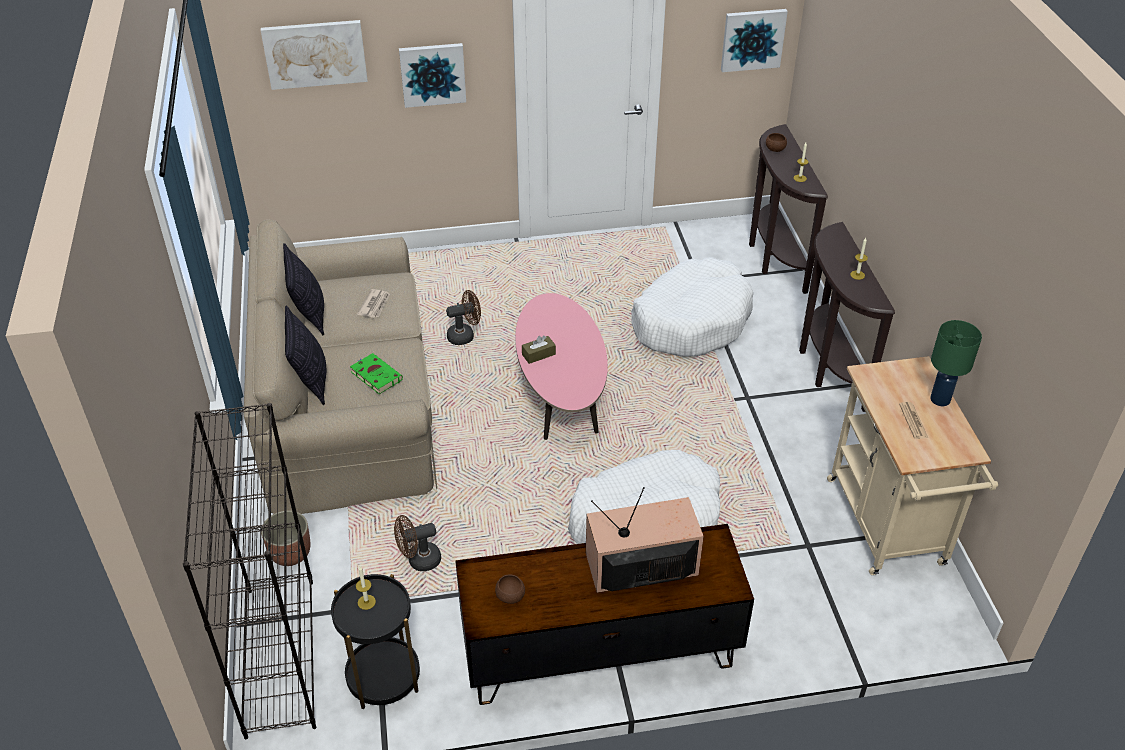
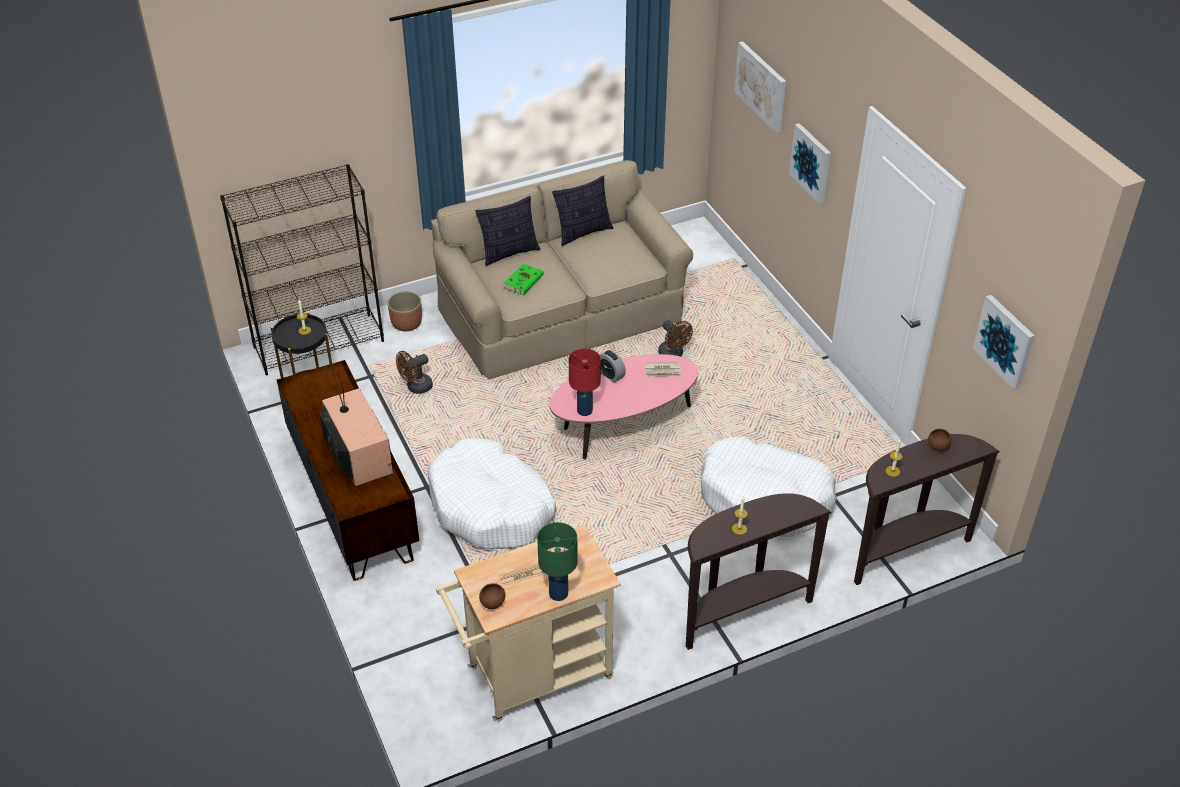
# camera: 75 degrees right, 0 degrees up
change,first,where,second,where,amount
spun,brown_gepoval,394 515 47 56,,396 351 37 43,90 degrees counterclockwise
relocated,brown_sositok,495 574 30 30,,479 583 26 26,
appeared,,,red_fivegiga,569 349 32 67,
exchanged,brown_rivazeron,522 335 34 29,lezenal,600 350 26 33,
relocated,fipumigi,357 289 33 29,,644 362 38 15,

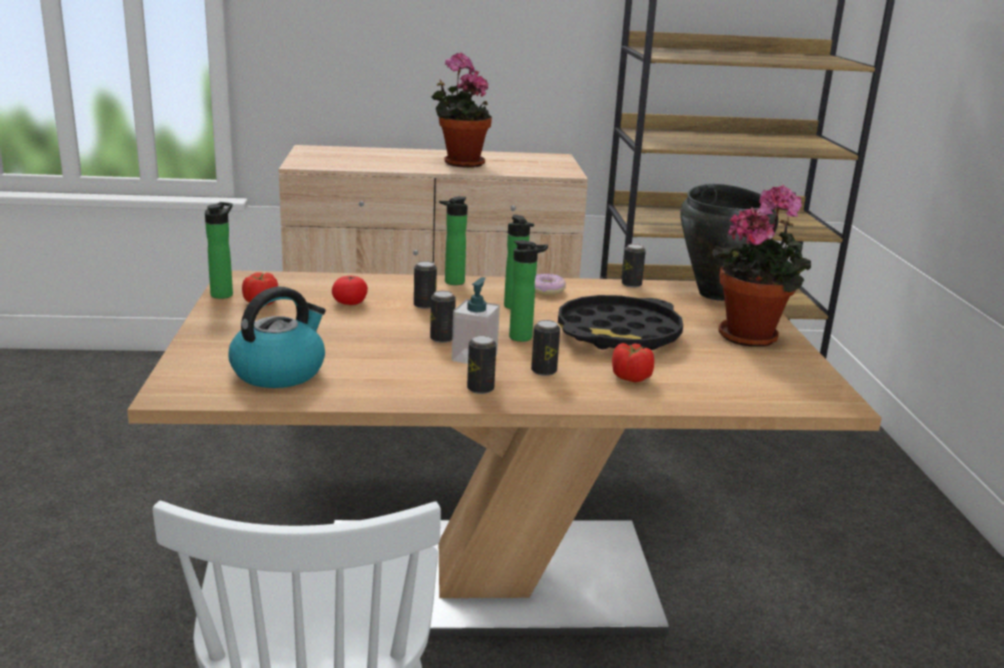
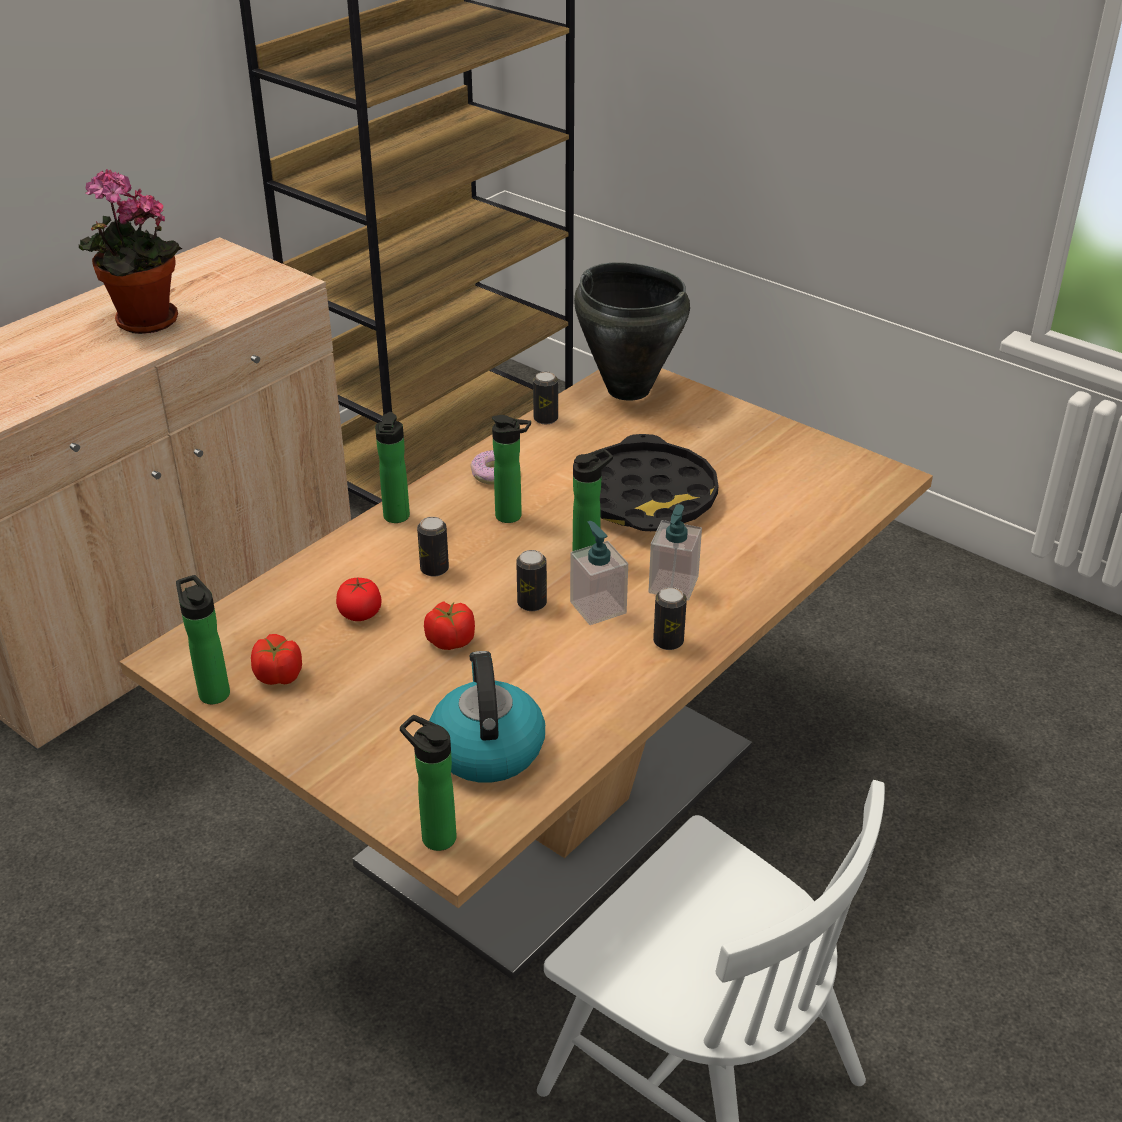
# camera: 45 degrees left, 15 degrees up
change,first,where,second,where,amount
appeared,,,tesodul,400 715 57 136,
relocated,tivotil,612 343 42 39,,424 601 51 49,
exchanged,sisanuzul,531 320 29 56,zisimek,648 504 54 97,
missing,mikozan,712 185 99 162,,,

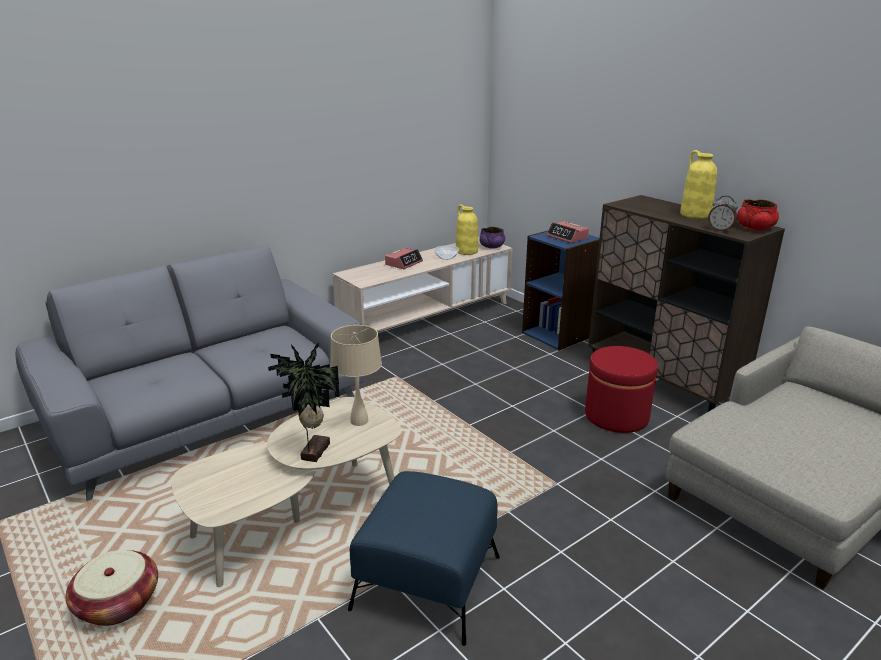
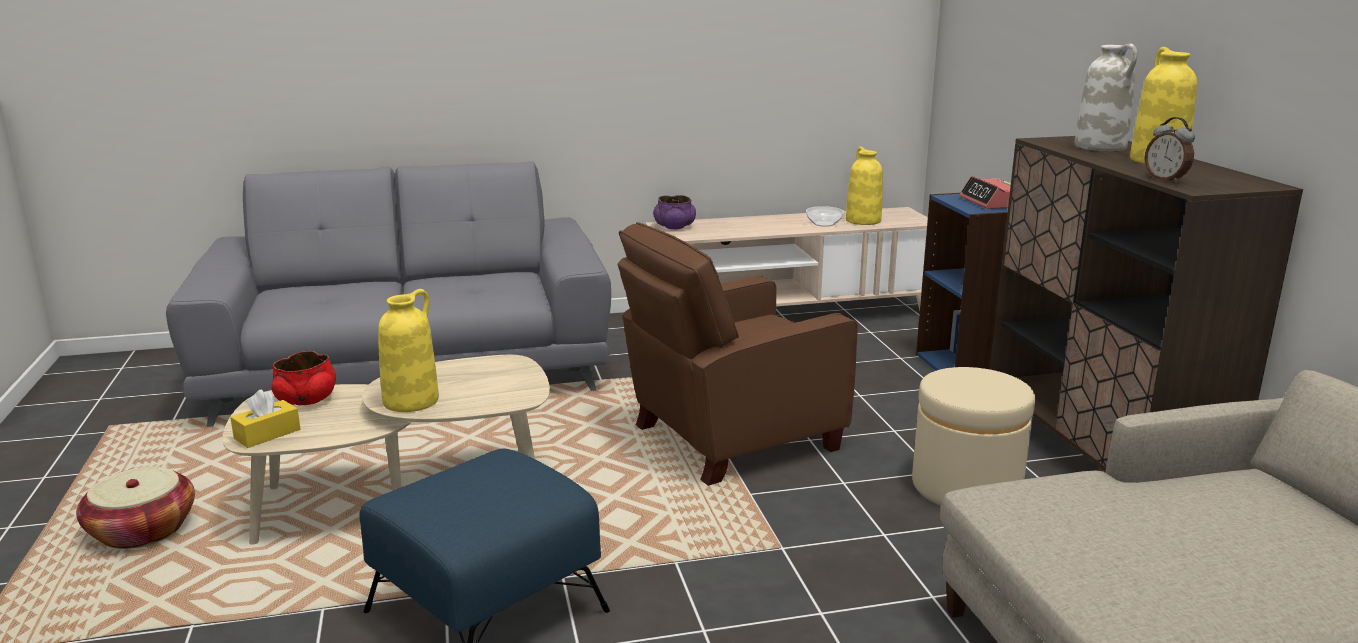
# camera: 25 degrees right, 5 degrees down
change,first,where,second,where,amount
appeared,,,yellow_rivazeron,230 389 70 59,
relocated,red_sositok,737 199 42 32,,271 351 65 54,
exchanged,mikozan,268 342 71 120,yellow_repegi,378 289 61 123,
appeared,,,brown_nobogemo,617 222 241 264,
relocated,purple_sositok,479 227 26 22,,653 195 43 34,
colour,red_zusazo,585 346 73 87,beige_zusazo,912 367 123 139,
appeared,,,white_repegi,1075 43 63 108,
missing,beige_fivegiga,330 325 52 101,,,
missing,lezenal,385 248 38 21,,,

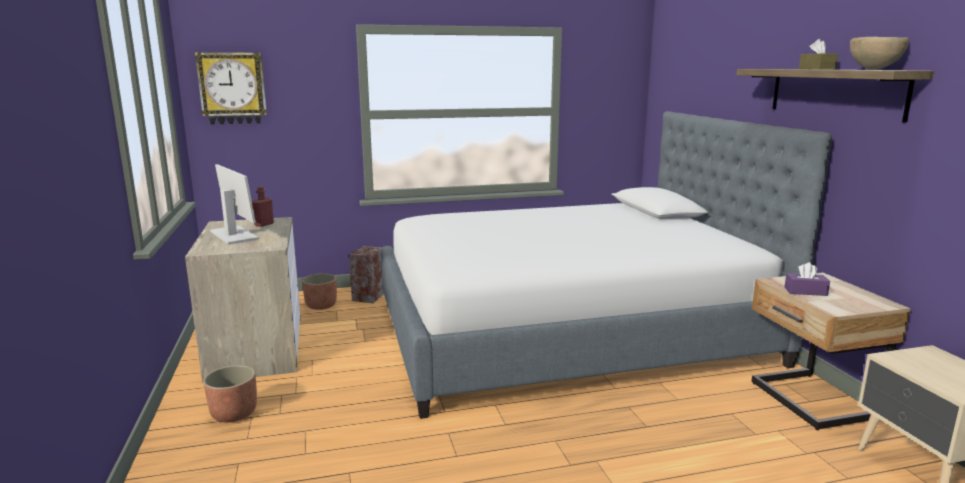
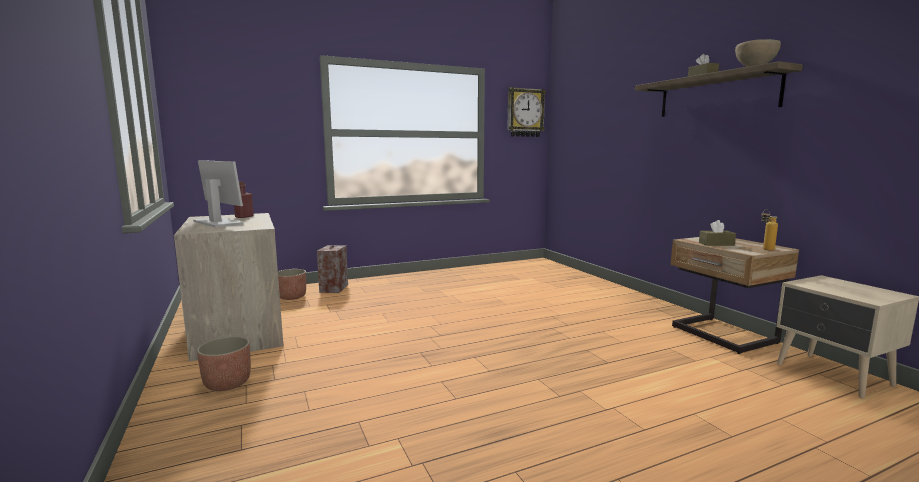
# camera: 10 degrees left, 5 degrees down
change,first,where,second,where,amount
relocated,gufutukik,195 52 72 72,,507 87 39 50,
colour,purple_rivazeron,784 262 46 34,brown_rivazeron,699 220 37 26,
appeared,,,tesodul,761 209 17 42,
missing,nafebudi,381 111 451 308,,,

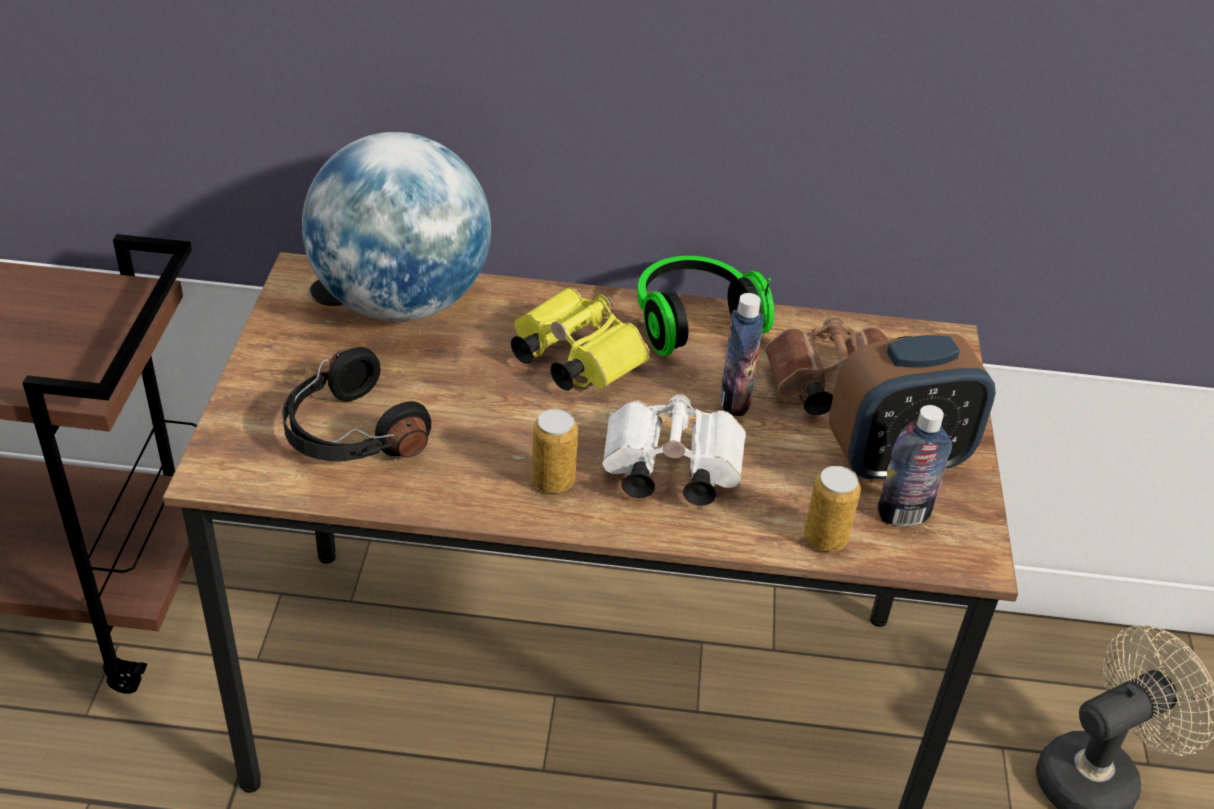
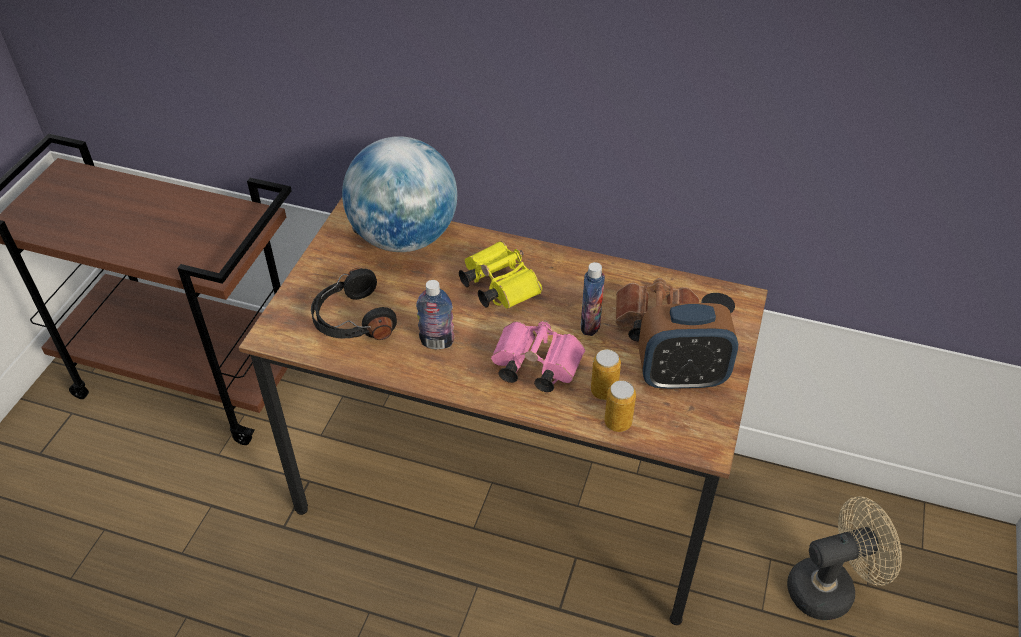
# camera: 15 degrees right, 5 degrees up
change,first,where,second,where,amount
relocated,tesodul,877 405 75 121,,416 280 39 69,
colour,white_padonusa,602 393 144 112,pink_padonusa,491 320 94 72,
relocated,sisanuzul,532 409 46 84,,591 349 30 51,
missing,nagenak,637 256 137 100,,,

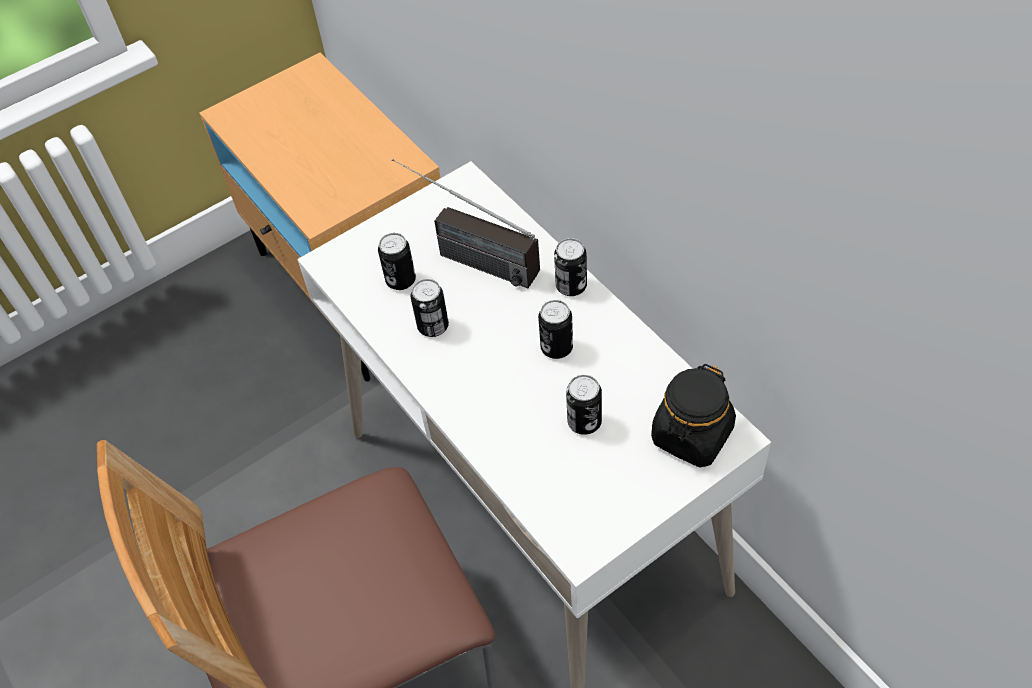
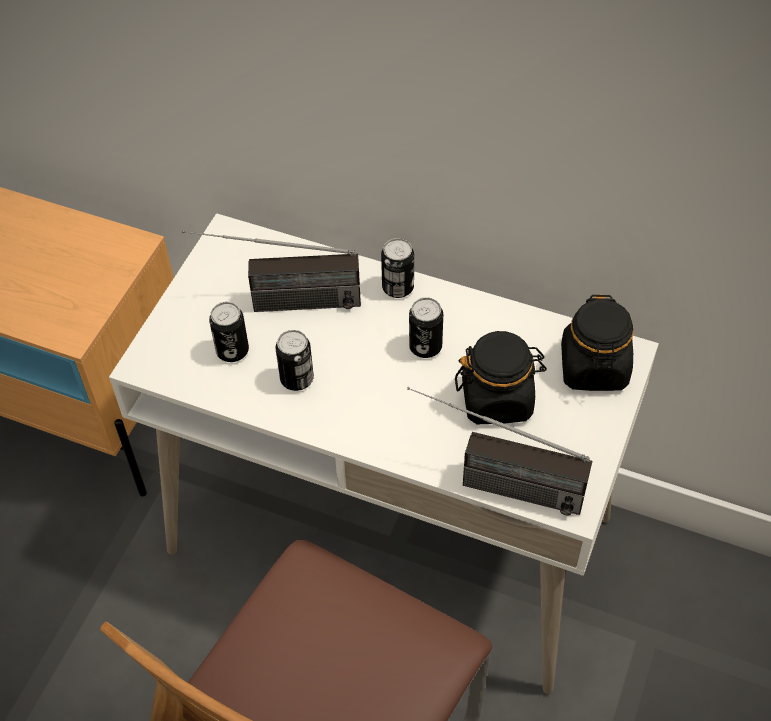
# camera: 35 degrees left, 0 degrees up
change,first,where,second,where,amount
appeared,,,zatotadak,407 387 185 129,
exchanged,sisanuzul,566 375 36 60,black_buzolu,455 331 92 93,

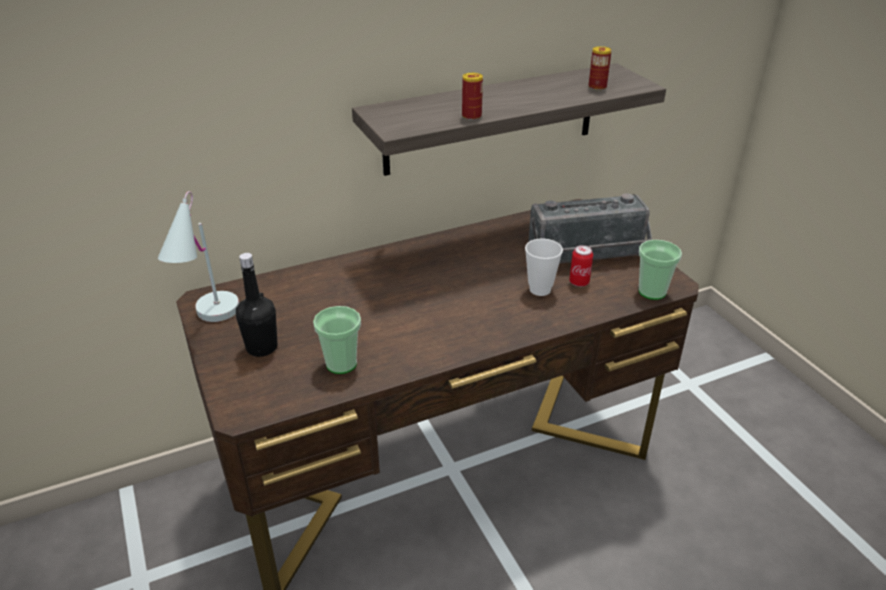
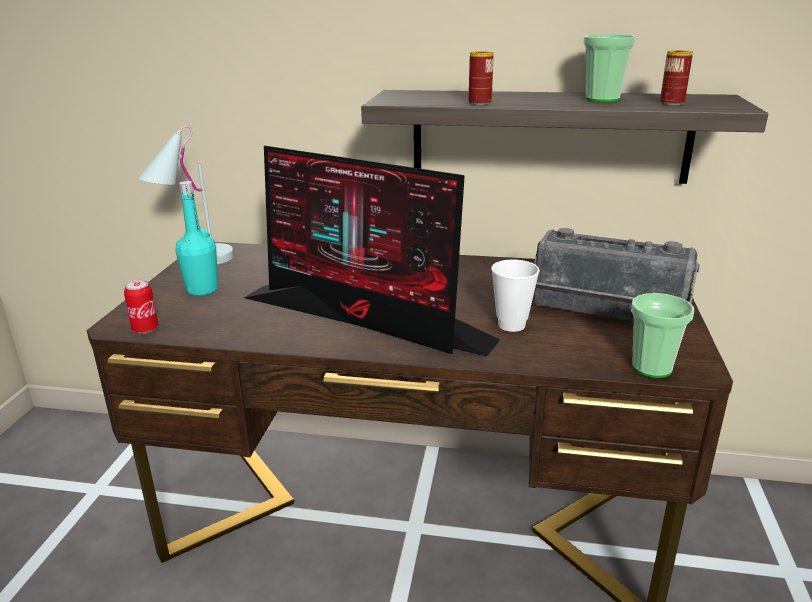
# camera: 35 degrees right, 10 degrees down
change,first,where,second,where,amount
relocated,sisanuzul,569 245 24 42,,124 280 34 54,
colour,black_tesodul,236 253 42 104,turquoise_tesodul,175 181 43 115,
appeared,,,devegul,244 146 256 211,
relocated,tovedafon,313 306 48 68,,584 34 52 68,

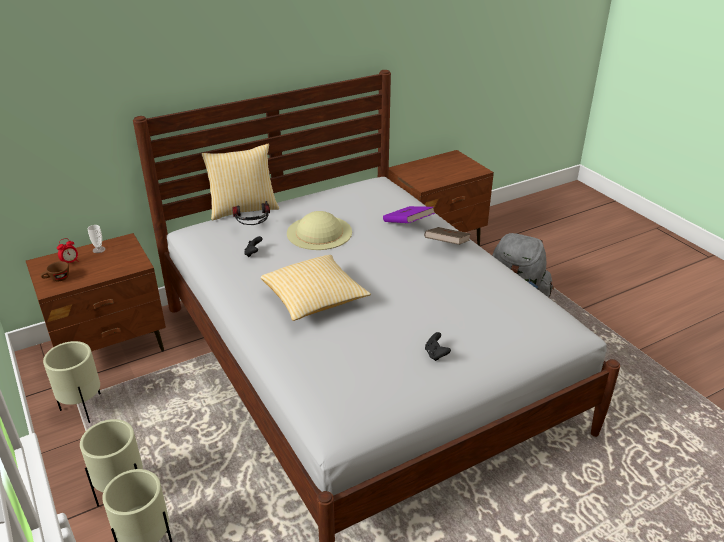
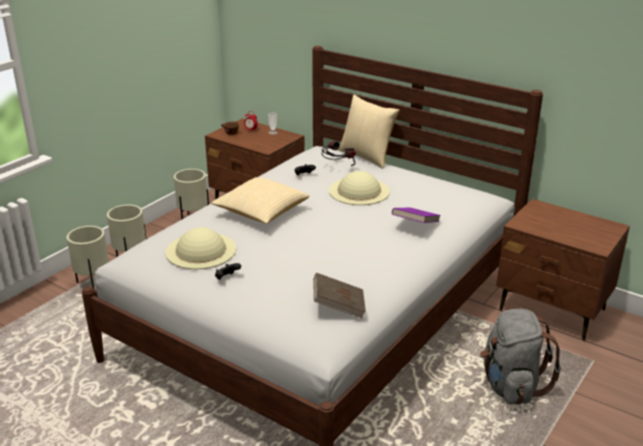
# camera: 65 degrees right, 5 degrees down
change,first,where,second,where,amount
appeared,,,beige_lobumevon,165 227 71 42,
relocated,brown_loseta,424 227 46 18,,313 273 53 45,

